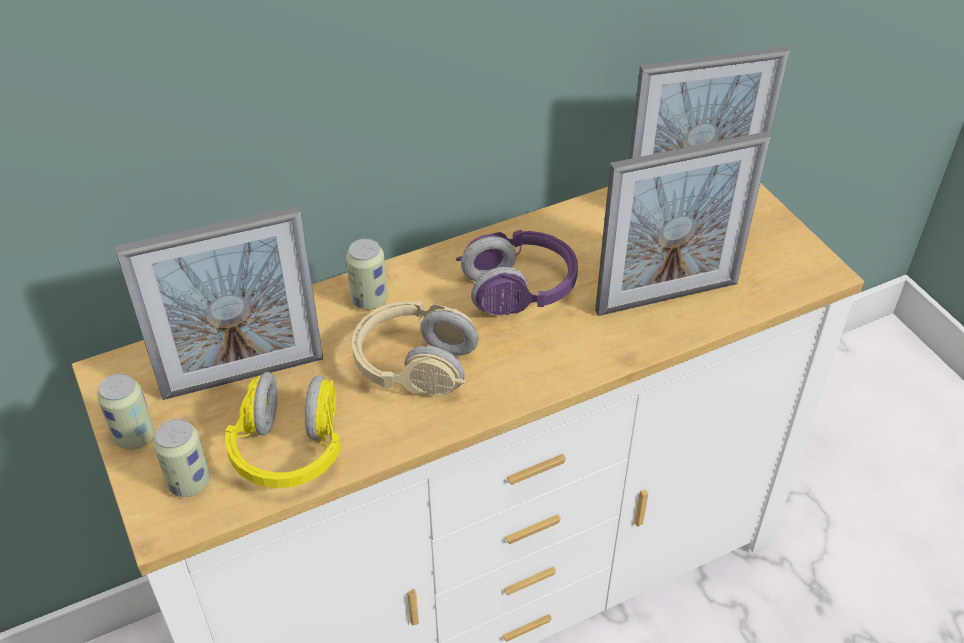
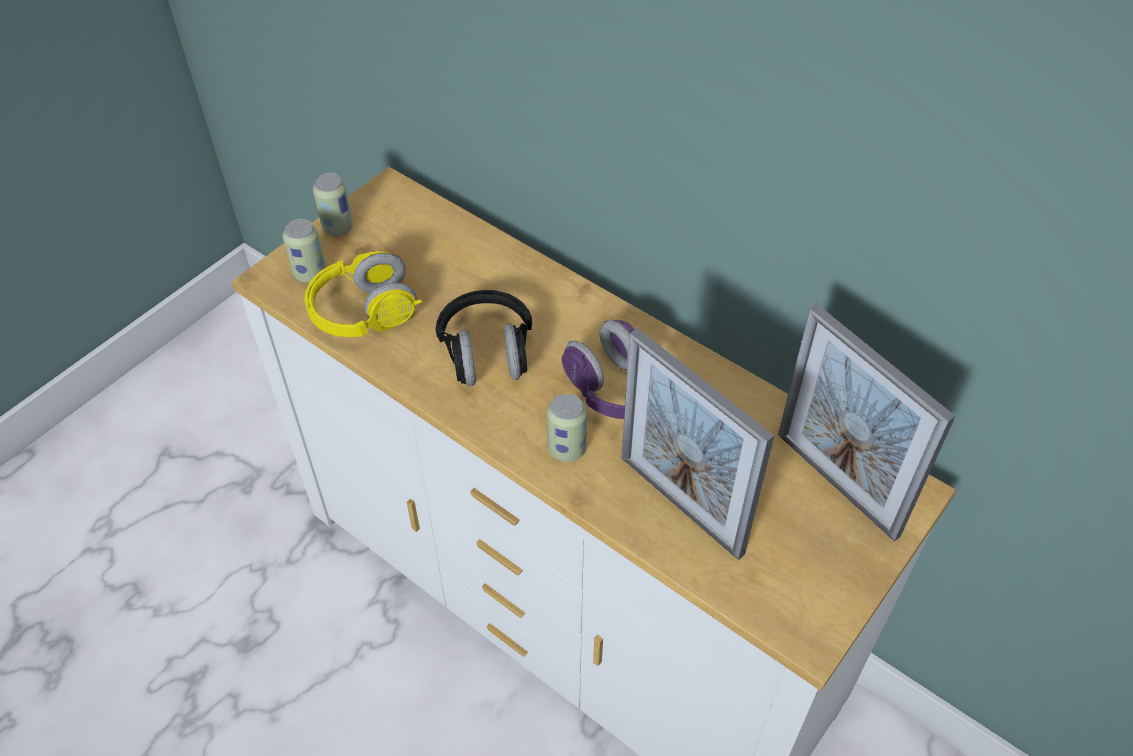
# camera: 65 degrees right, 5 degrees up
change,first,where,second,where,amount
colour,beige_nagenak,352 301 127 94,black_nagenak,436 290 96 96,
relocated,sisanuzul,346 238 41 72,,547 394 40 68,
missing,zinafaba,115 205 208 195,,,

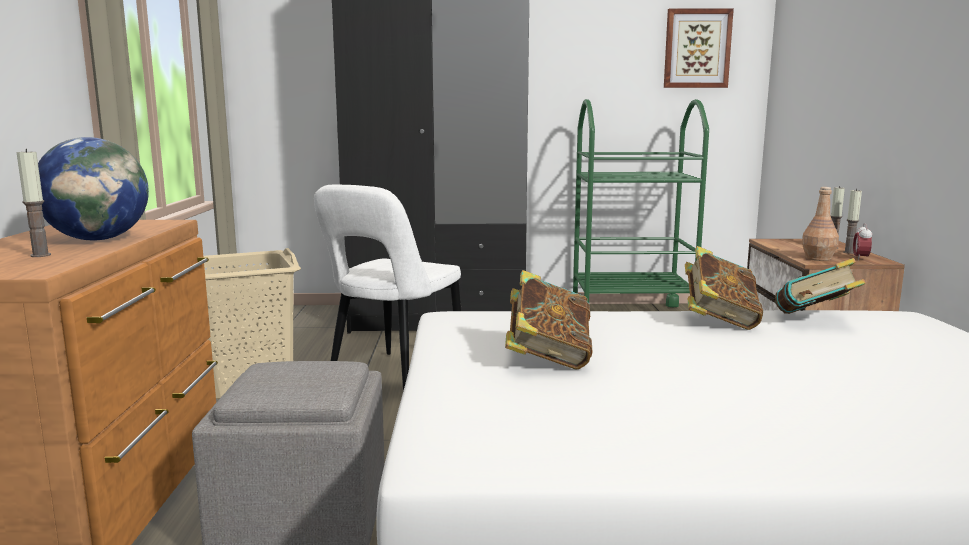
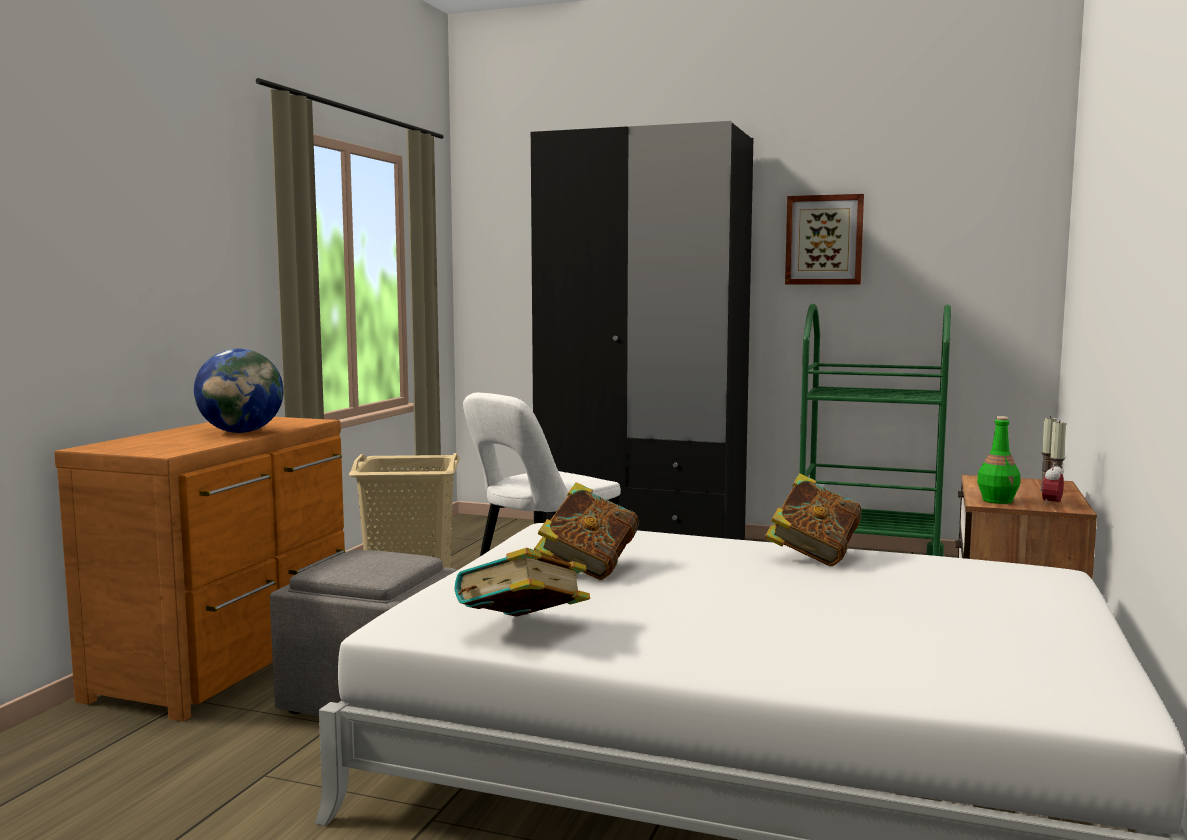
# camera: 20 degrees right, 5 degrees down
change,first,where,second,where,amount
relocated,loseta,775 258 90 56,,454 547 136 70,
relocated,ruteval,664 8 70 80,,785 194 79 91,
colour,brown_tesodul,802 187 37 74,green_tesodul,977 416 43 88,
missing,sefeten,17 149 34 108,,,

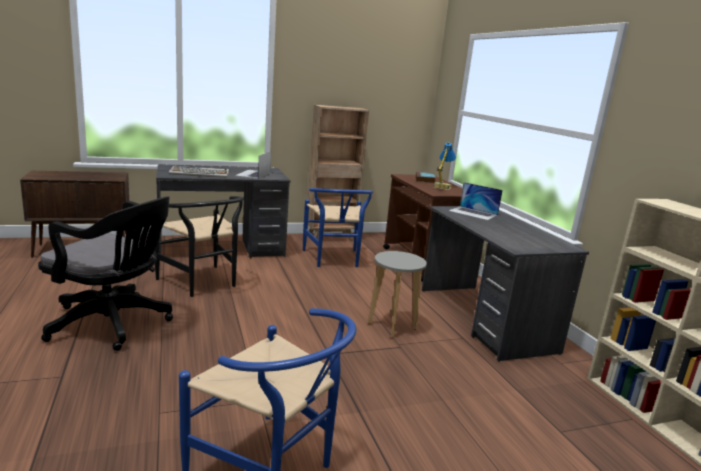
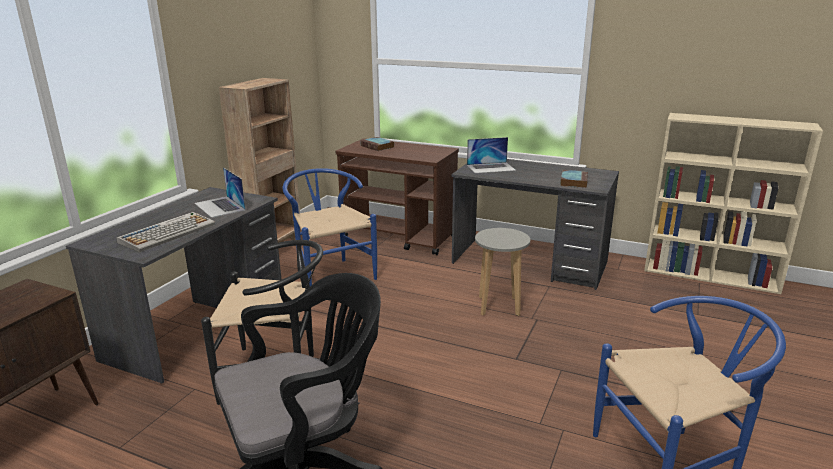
# camera: 45 degrees left, 5 degrees up
change,first,where,second,where,amount
spun,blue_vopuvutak,303 188 70 79,,283 168 94 118,150 degrees counterclockwise
appeared,,,loseta,560 170 28 18,
missing,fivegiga,434 142 22 48,,,

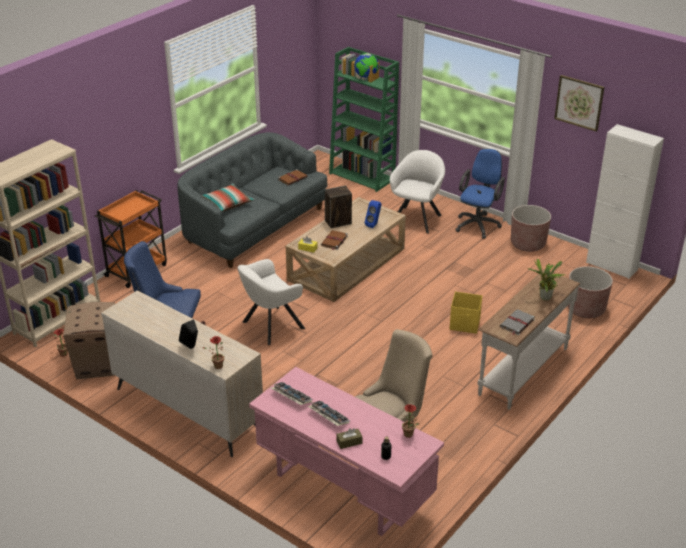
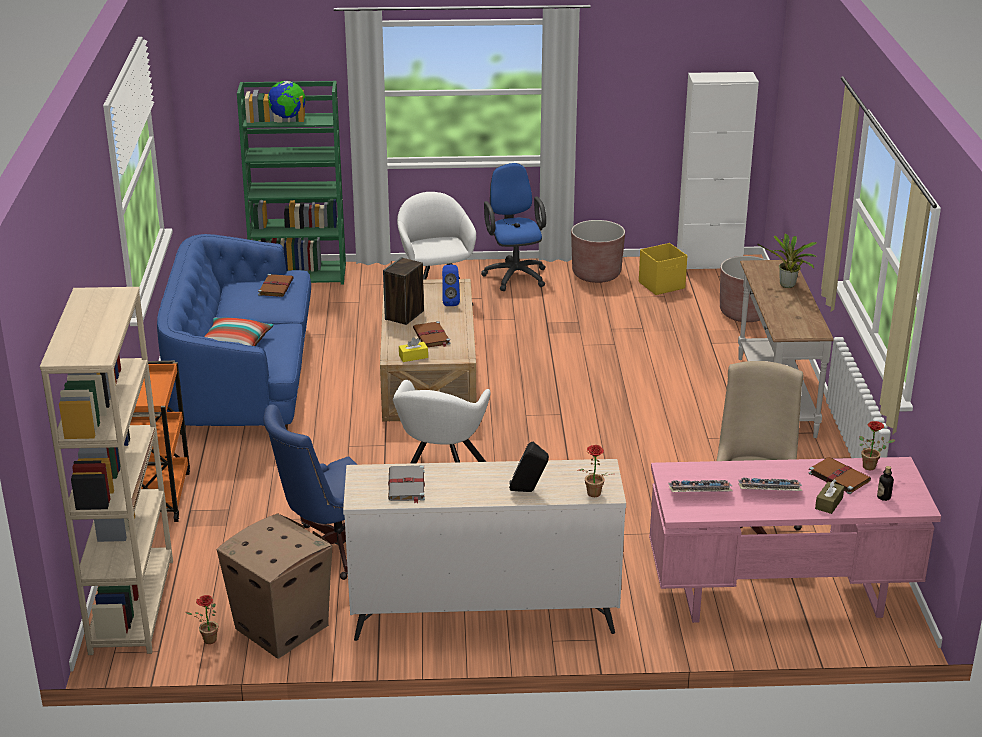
# camera: 40 degrees left, 5 degrees down
change,first,where,second,where,amount
colour,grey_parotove,177 132 150 136,blue_parotove,157 234 154 201,
relocated,grey_loseta,500 309 35 26,,388 465 37 38,
relocated,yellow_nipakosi,450 292 32 42,,639 243 48 52,
appeared,,,brown_loseta,809 457 62 37,
missing,ruteval,554 75 50 57,,,

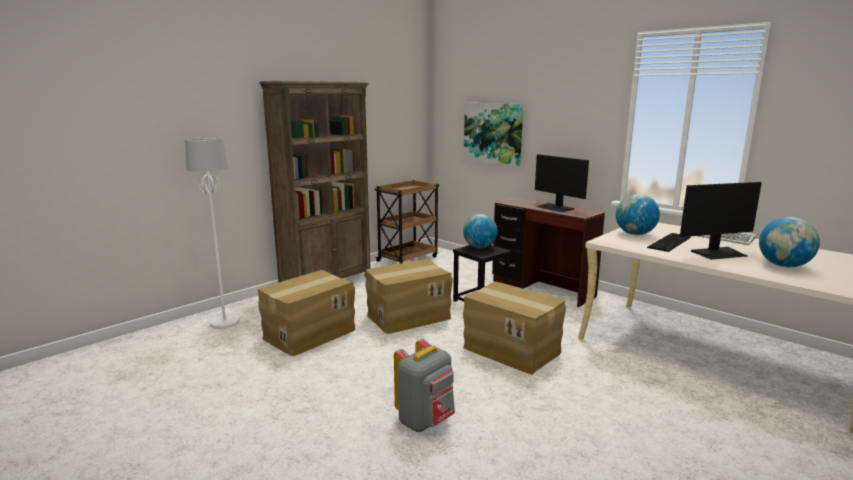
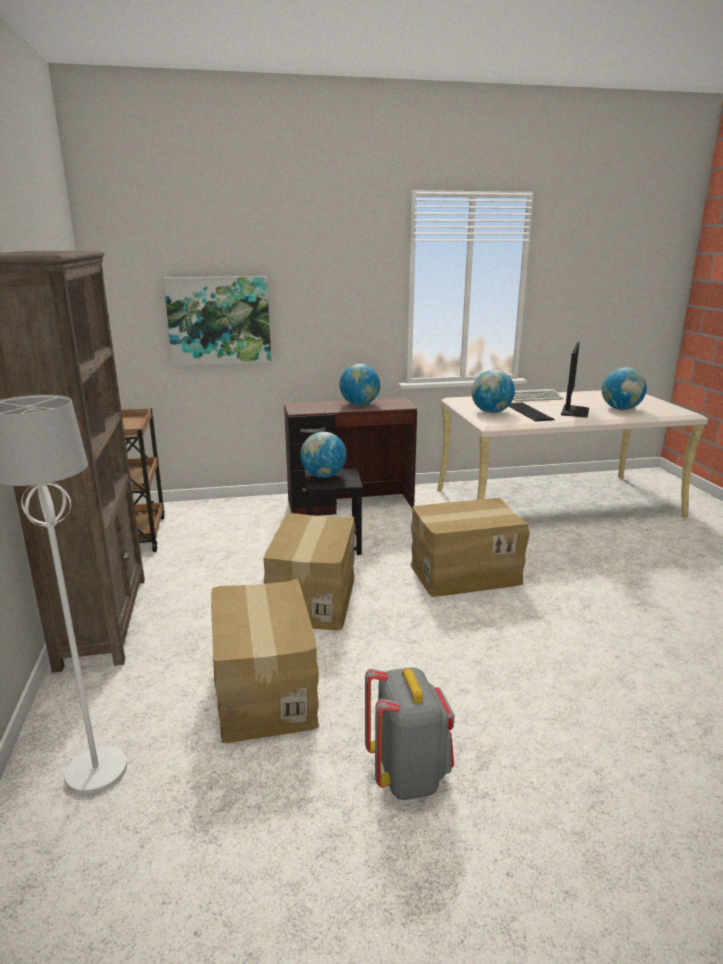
# camera: 55 degrees left, 5 degrees up
change,first,where,second,where,amount
exchanged,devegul,535 154 54 58,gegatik,339 364 41 41,
relocated,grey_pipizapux,394 339 61 93,,365 667 89 133,

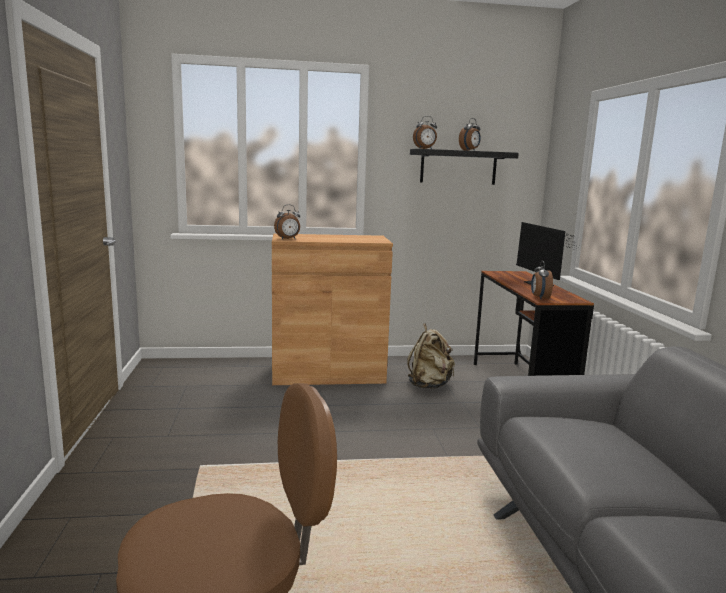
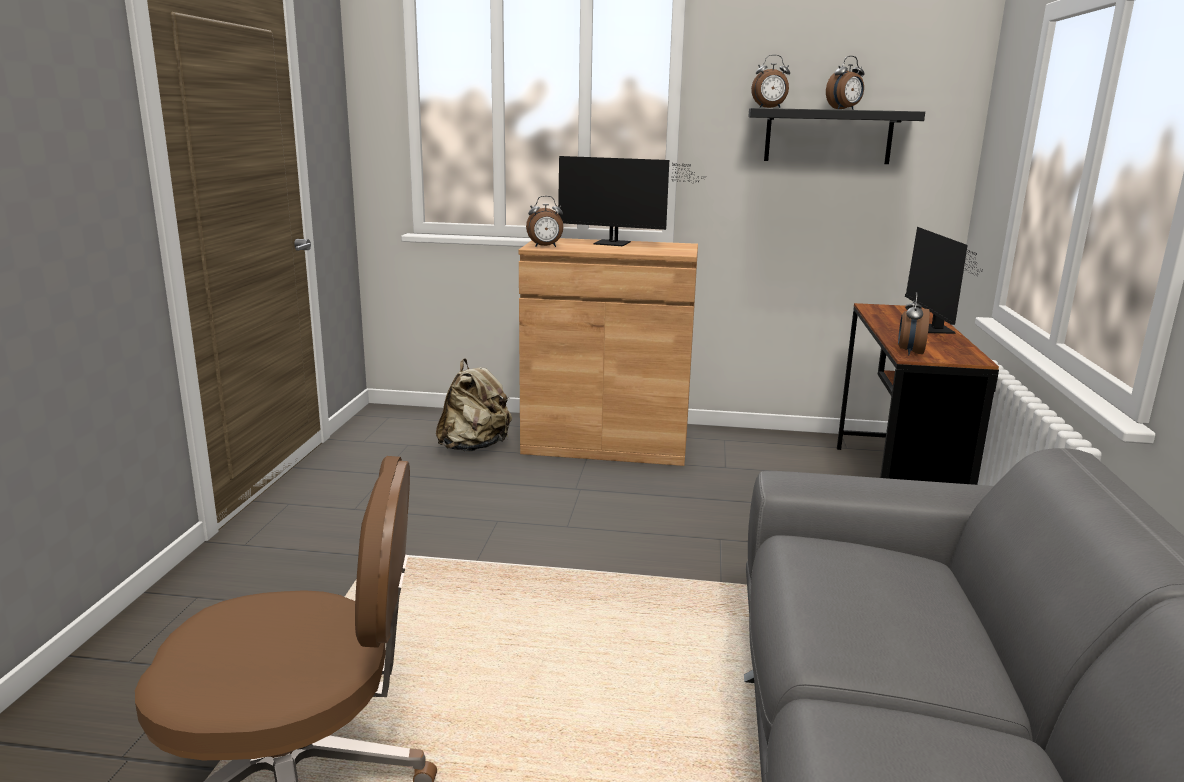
# camera: 15 degrees right, 5 degrees up
change,first,where,second,where,amount
relocated,beige_pipizapux,407 323 48 66,,436 358 76 93,
appeared,,,devegul,558 156 147 90,

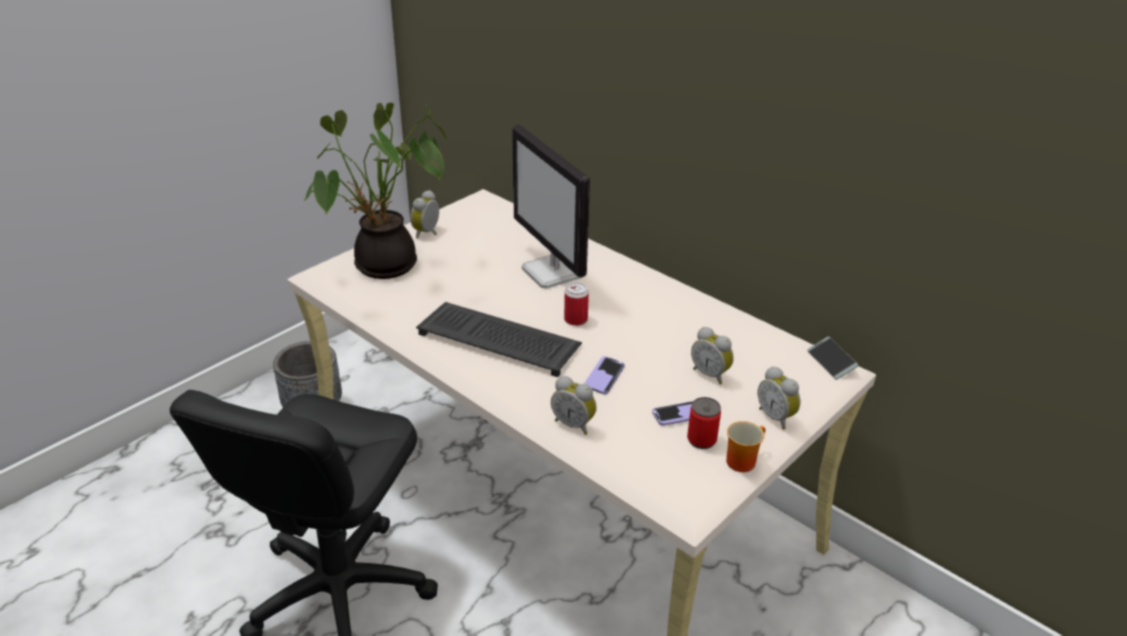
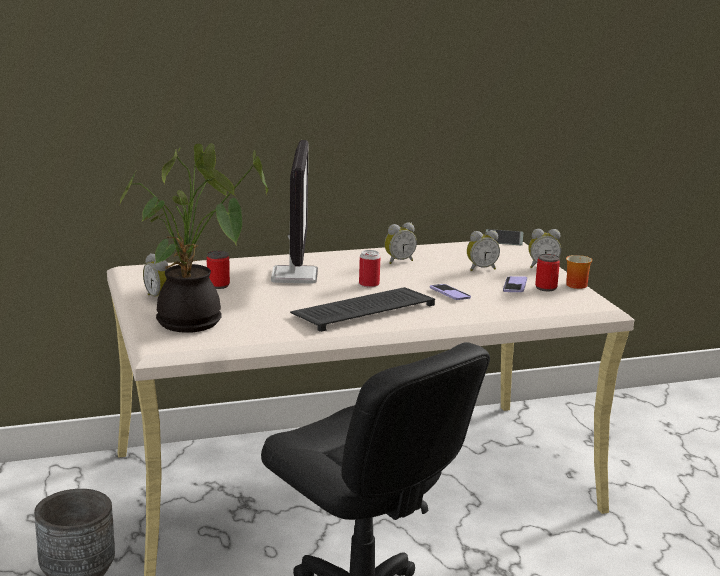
# camera: 60 degrees left, 15 degrees down
change,first,where,second,where,amount
appeared,,,sisanuzul,207 251 23 38,
spun,devegul,512 125 78 164,,271 140 47 144,90 degrees counterclockwise
relocated,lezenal,551 376 46 59,,384 222 33 42,

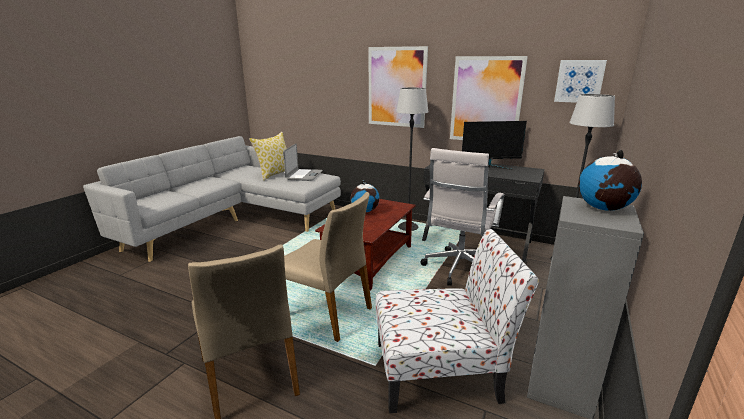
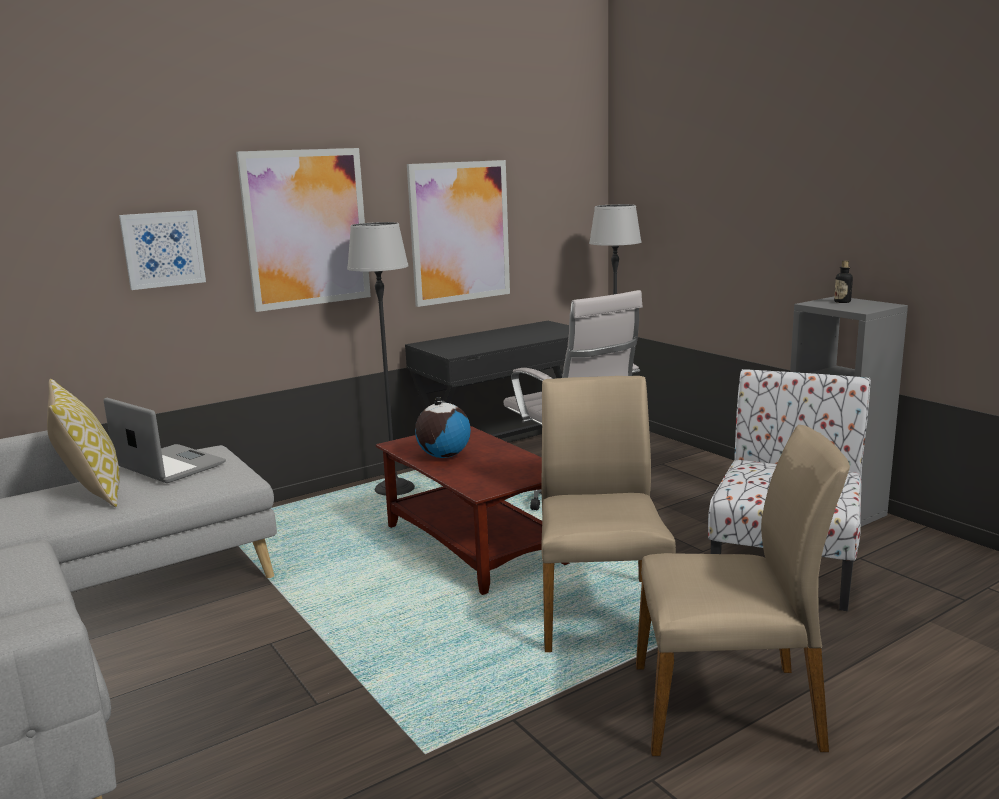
# camera: 60 degrees left, 5 degrees down
change,first,where,second,where,amount
relocated,ruteval,554 60 53 43,,119 210 87 80,
spun,beige_vopuvutak,284 192 88 150,,541 376 135 276,60 degrees counterclockwise
exchanged,gegatik,579 150 63 61,tesodul,834 261 19 42,
missing,devegul,462 121 65 49,,,

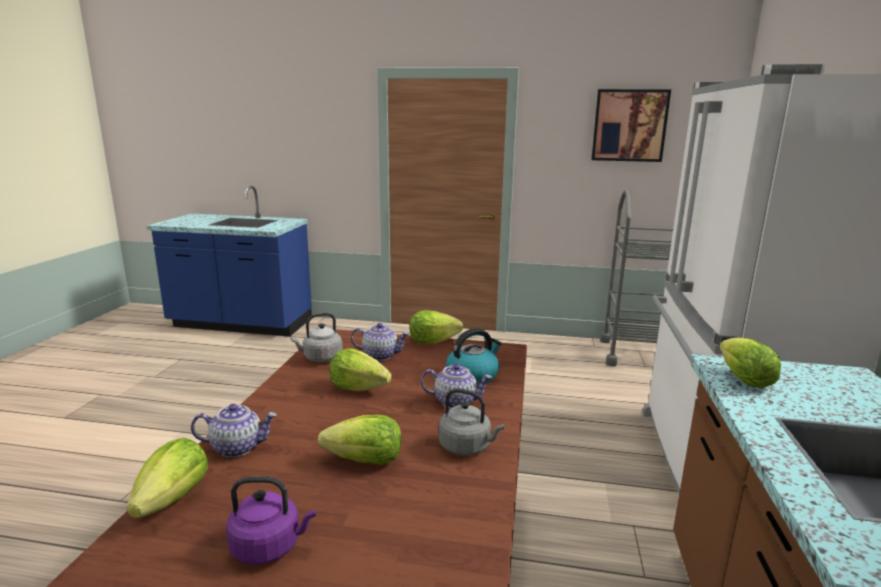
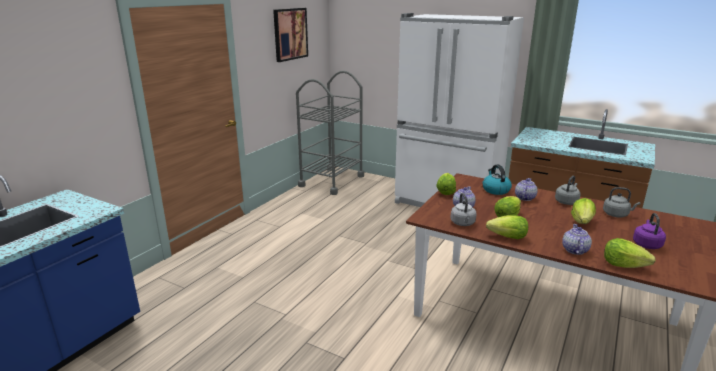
# camera: 70 degrees left, 5 degrees up
change,first,where,second,where,amount
relocated,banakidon,720 337 61 51,,486 215 42 24,
appeared,,,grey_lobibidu,603 187 37 30,

